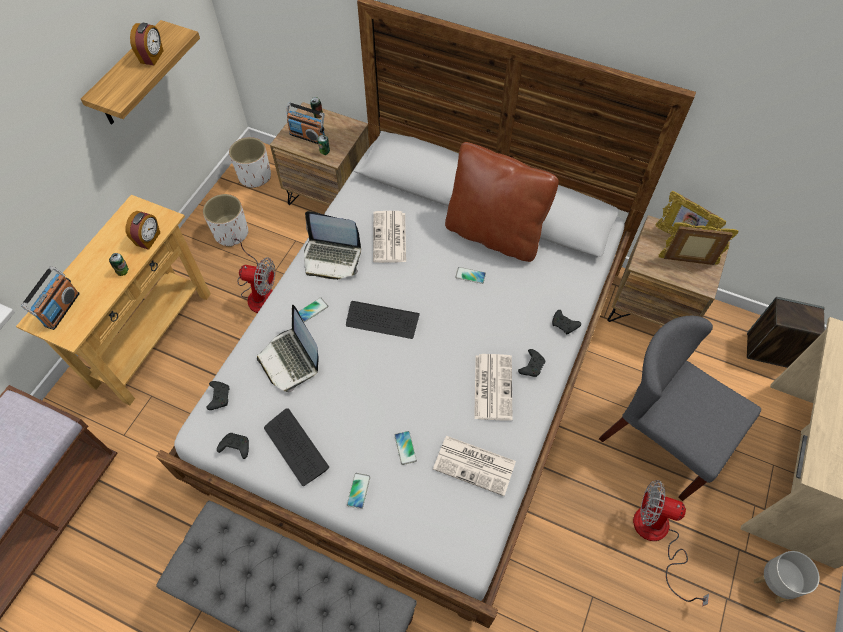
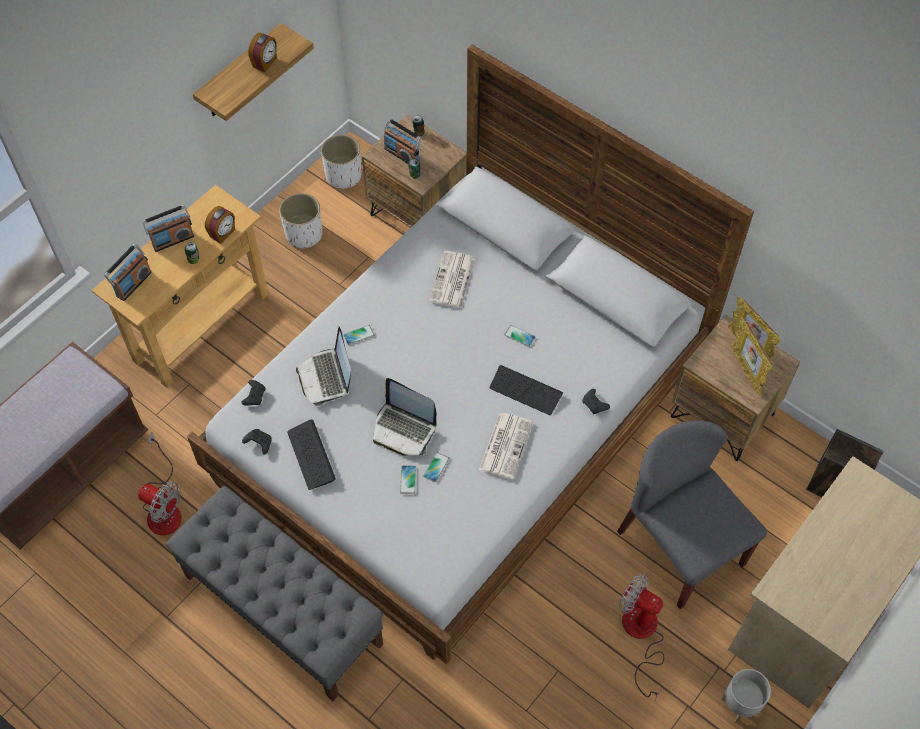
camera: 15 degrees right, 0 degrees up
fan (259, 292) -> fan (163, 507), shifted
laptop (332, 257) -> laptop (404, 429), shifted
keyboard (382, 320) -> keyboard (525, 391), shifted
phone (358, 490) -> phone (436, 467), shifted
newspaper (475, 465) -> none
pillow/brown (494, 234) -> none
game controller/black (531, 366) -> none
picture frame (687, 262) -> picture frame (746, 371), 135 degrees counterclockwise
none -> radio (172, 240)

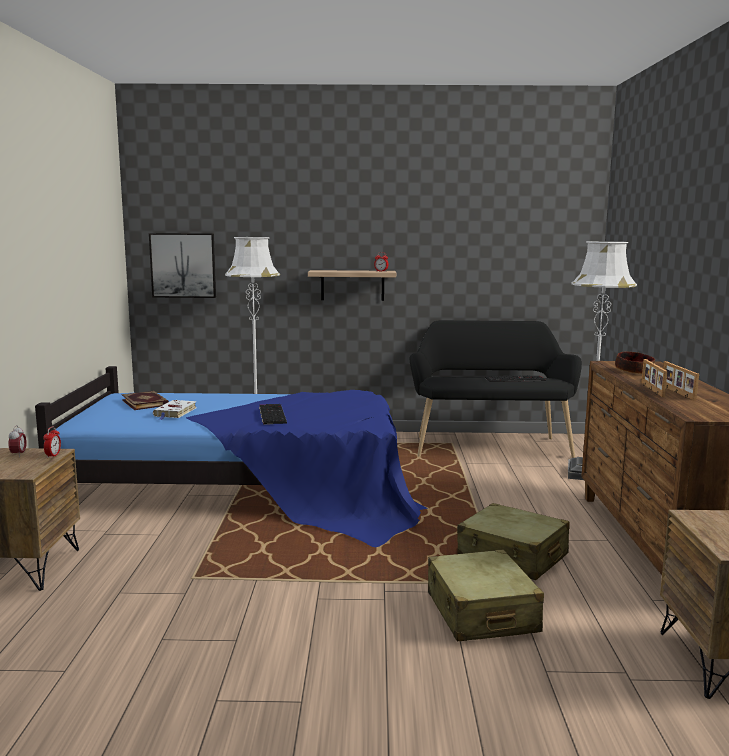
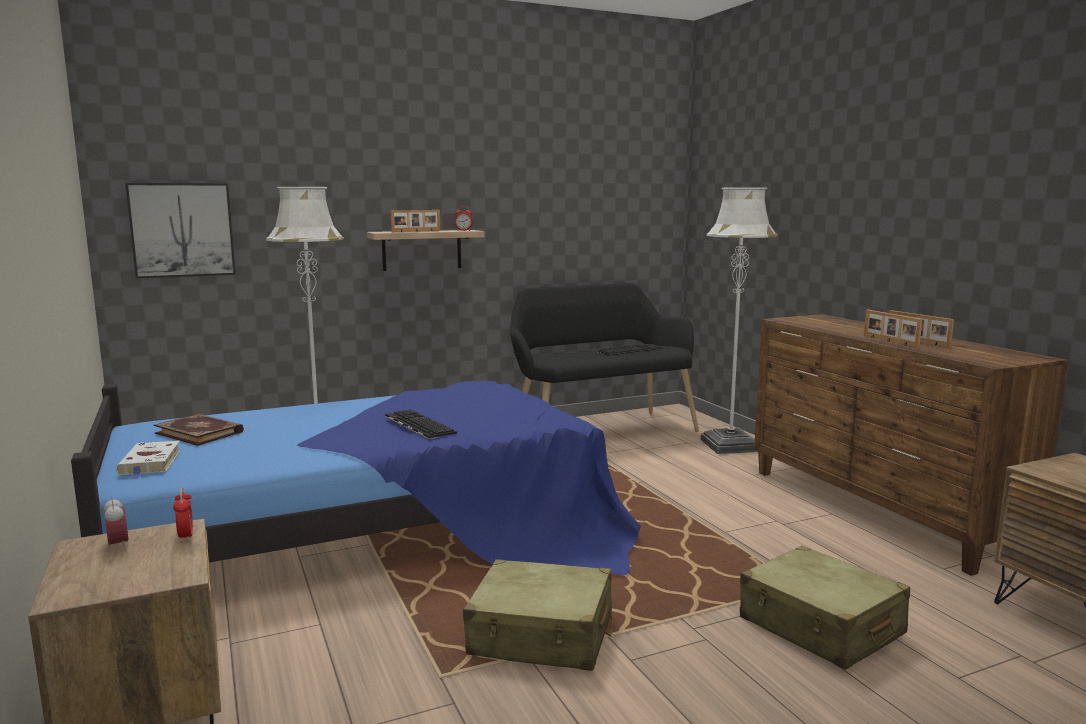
camera: 25 degrees left, 0 degrees up
book/white (175, 412) -> book/white (150, 463), shifted
suitcase/beige (512, 556) -> suitcase/beige (541, 636), shifted
bowl (633, 371) -> none
none -> picture frame (416, 231)

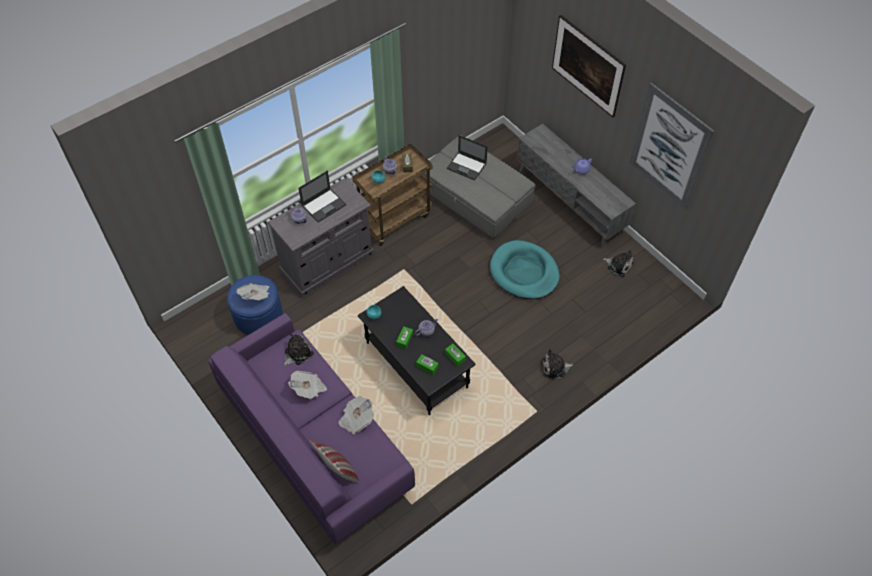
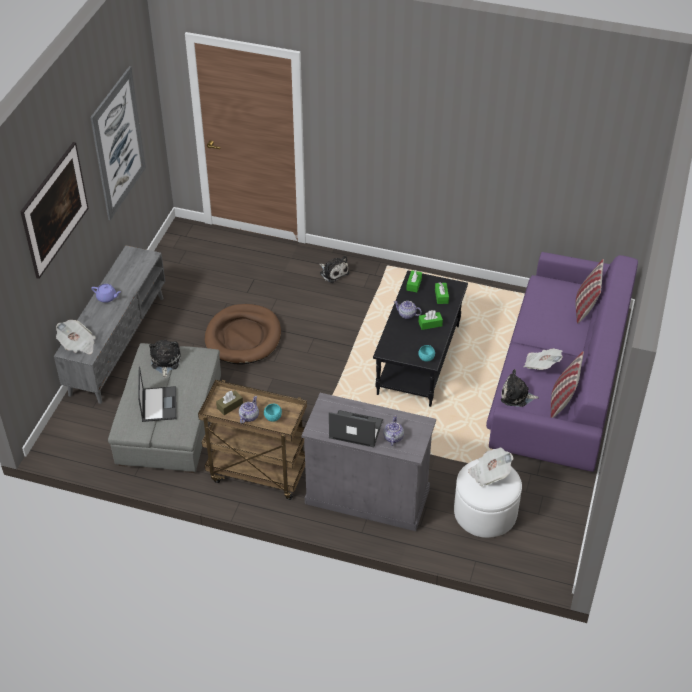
camera: 125 degrees left, 10 degrees down
ottoman/blue (258, 315) -> ottoman/white (485, 512)
newspaper (356, 419) -> newspaper (77, 345), shifted
dog bed/turquoise (524, 272) -> dog bed/brown (243, 337)
plush toy (618, 265) -> plush toy (165, 362), shifted
none -> pillow (562, 400)

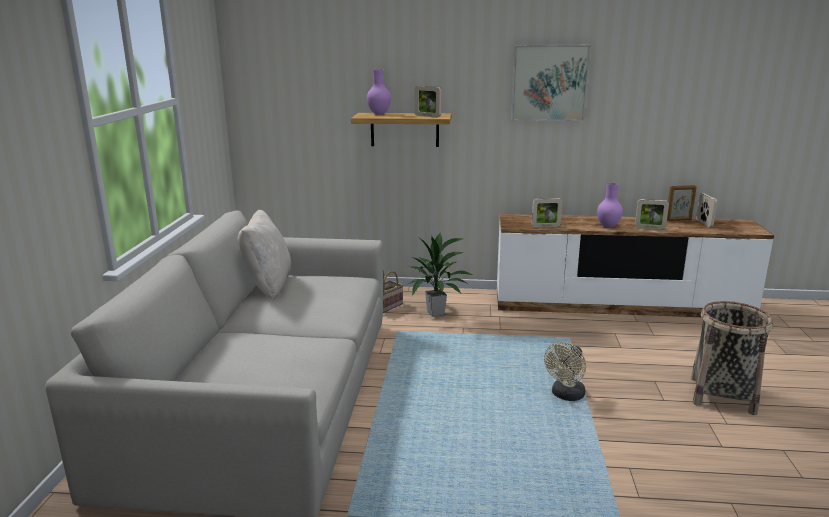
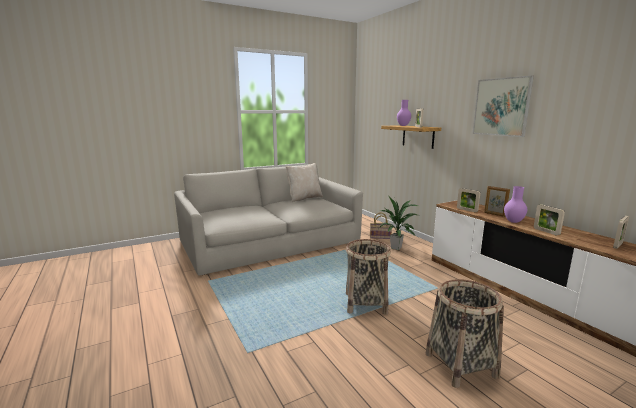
camera: 55 degrees right, 5 degrees down
fan/beige (566, 395) -> basket (365, 303)
picture frame (678, 220) -> picture frame (494, 214), shifted

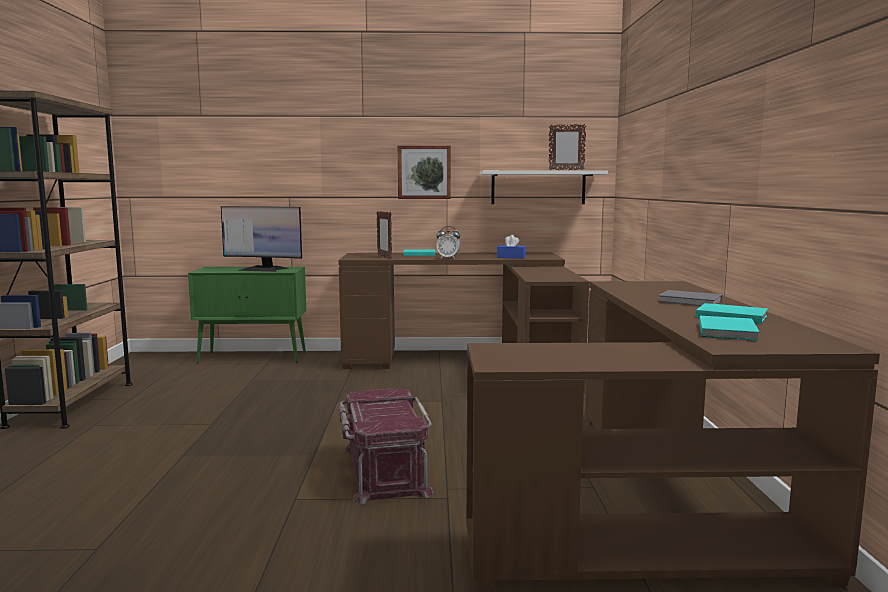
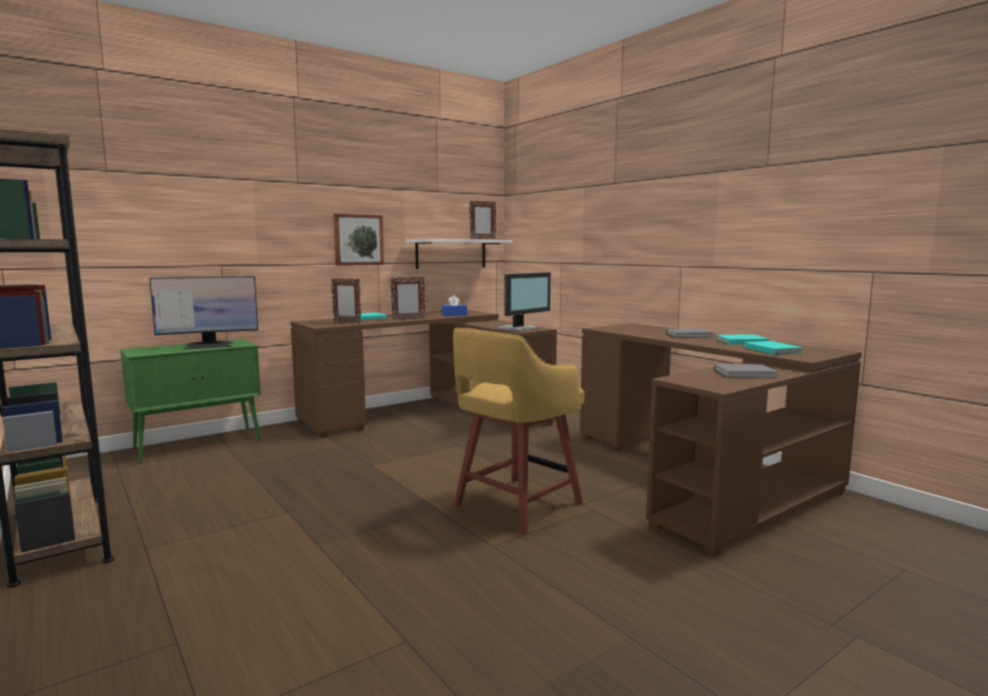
camera: 35 degrees left, 0 degrees up
storage box/red (383, 470) -> stool/yellow (515, 505)
alarm clock (448, 258) -> picture frame (408, 319)
none -> monitor (520, 328)
none -> book/grey (746, 374)

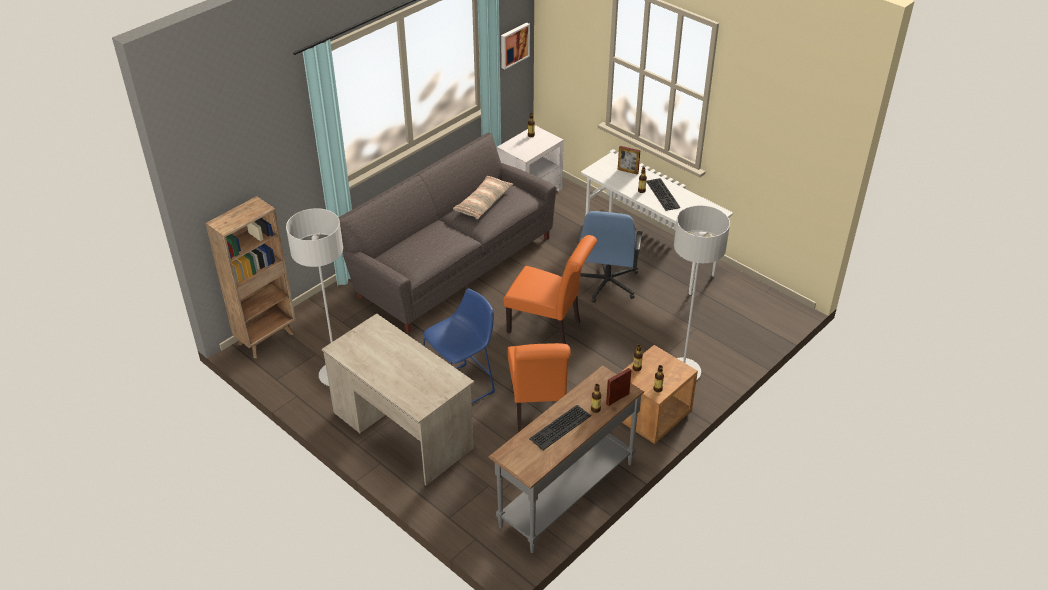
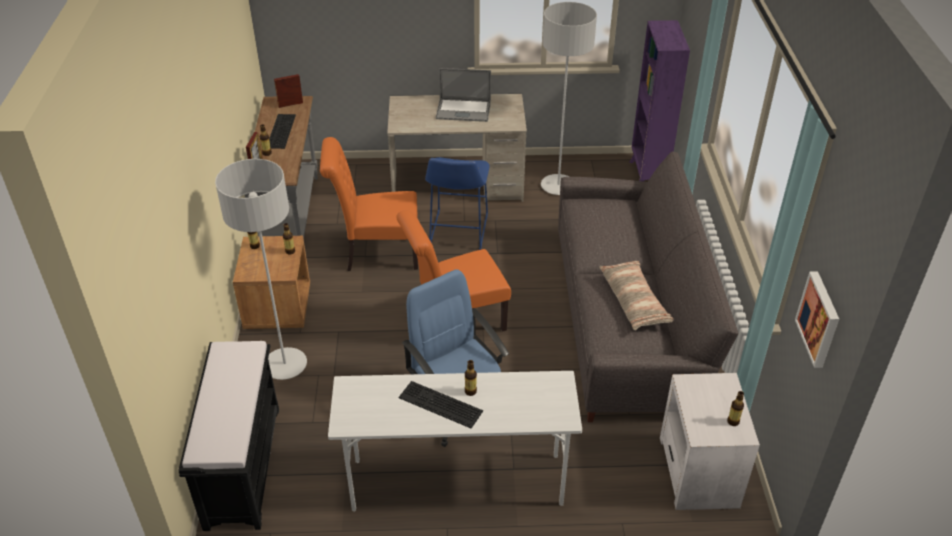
camera: 135 degrees right, 0 degrees up
bookcase/brown (267, 338) -> bookcase/purple (647, 175)
chair/orange (538, 411) -> chair/orange (377, 254), 45 degrees counterclockwise
picture frame (628, 171) -> picture frame (290, 104), shifted
none -> bench/black (242, 465)
none -> laptop (463, 110)

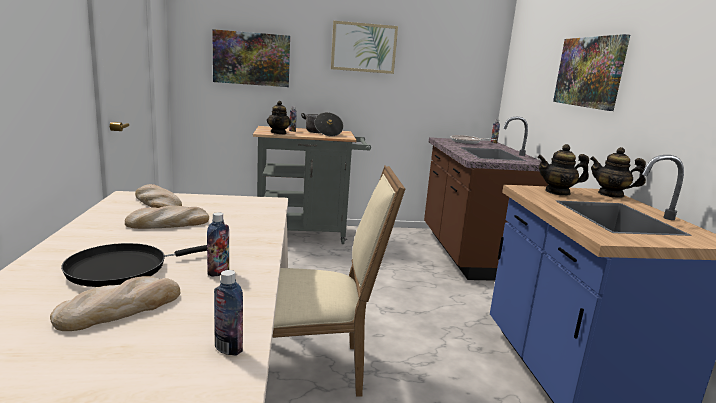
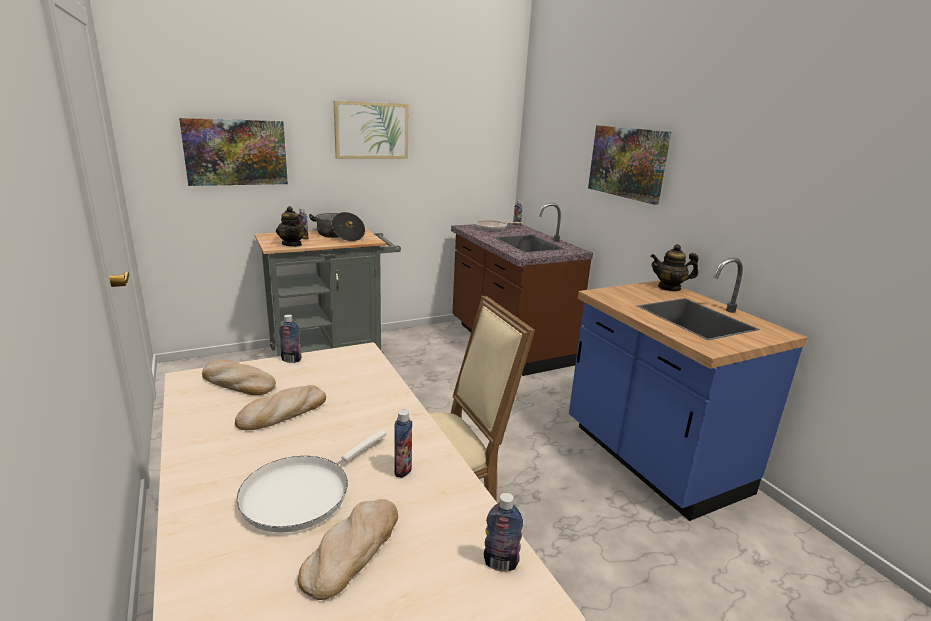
camera: 20 degrees left, 5 degrees up
frying pan/black (125, 269) -> frying pan/white (302, 493)
teapot (558, 192) -> none
none -> bottle (291, 360)

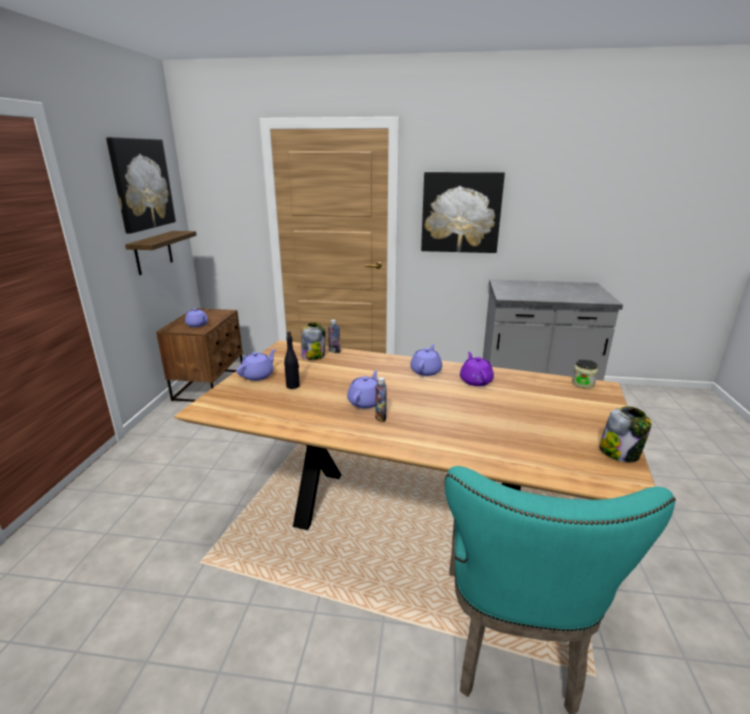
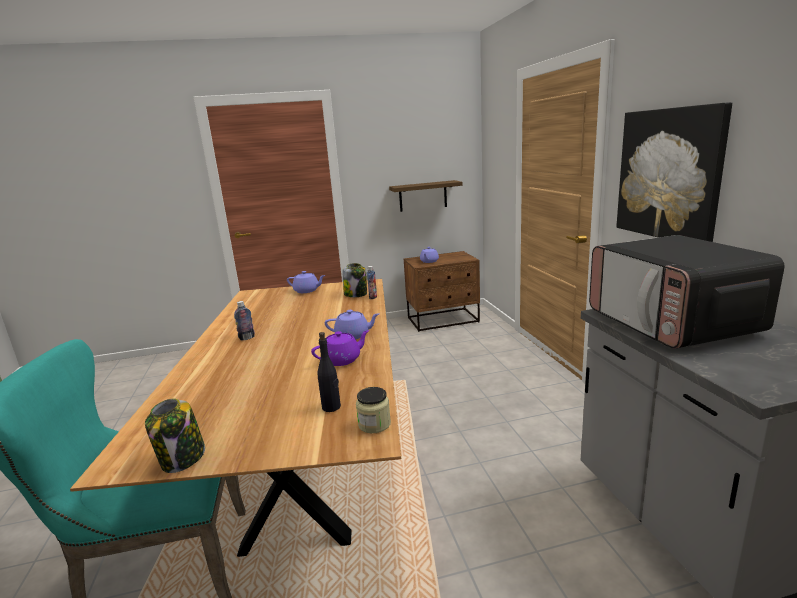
camera: 70 degrees right, 5 degrees down
picture (141, 184) -> none
bottle/black (293, 386) -> bottle/black (331, 407), shifted
teapot/purple (366, 402) -> none
none -> microwave (671, 323)

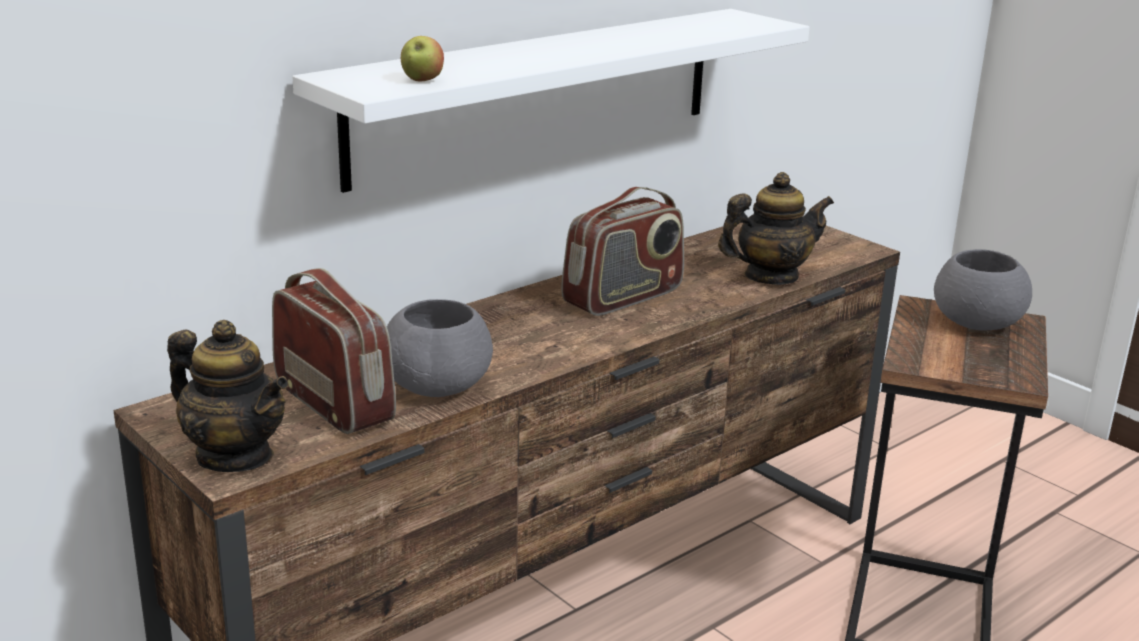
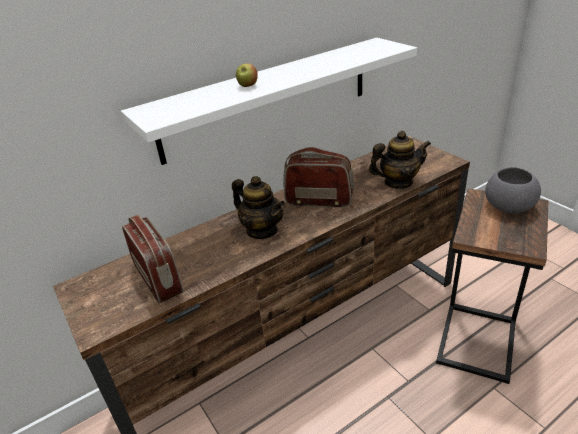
camera: 10 degrees right, 10 degrees up
teapot (235, 456) -> teapot (262, 230), shifted
bowl/grey (439, 386) -> none
apple (422, 80) -> apple (247, 86), shifted
radio (623, 297) -> radio (319, 200), 135 degrees counterclockwise

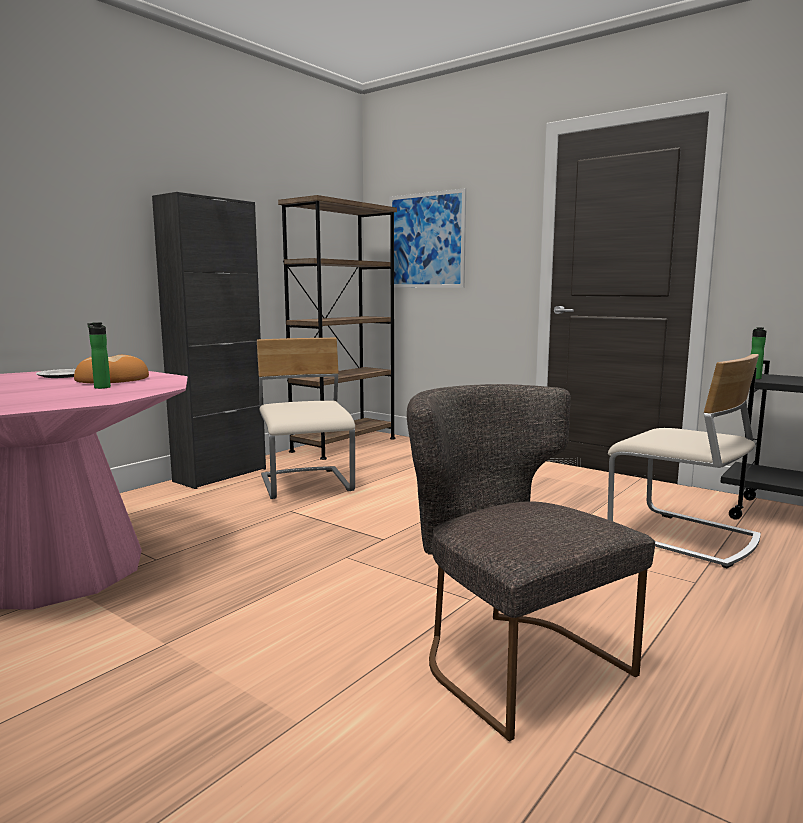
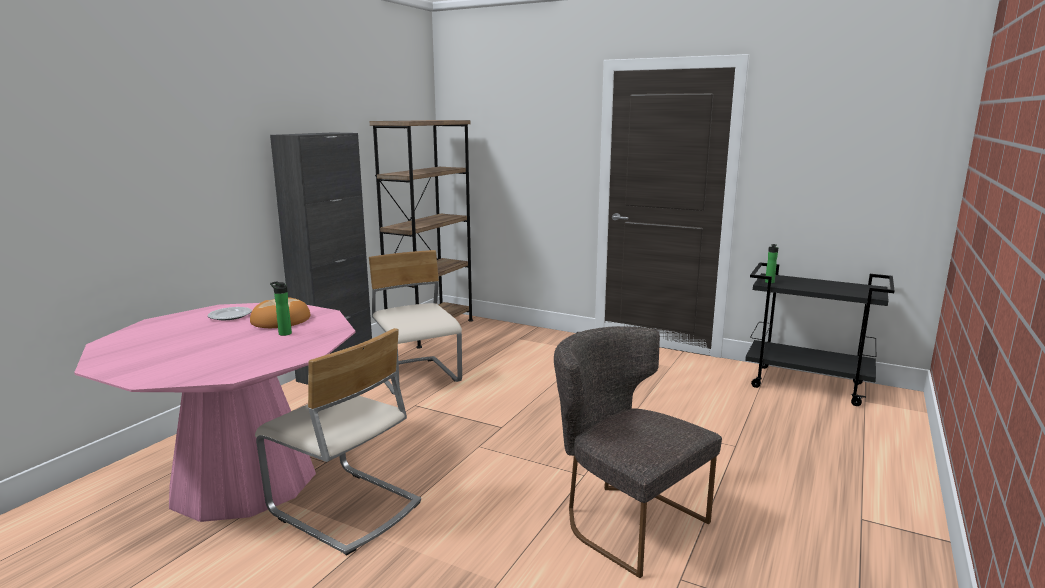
camera: 10 degrees left, 5 degrees up
picture (426, 241) -> none
chair/beige (682, 537) -> chair/beige (344, 508), shifted

